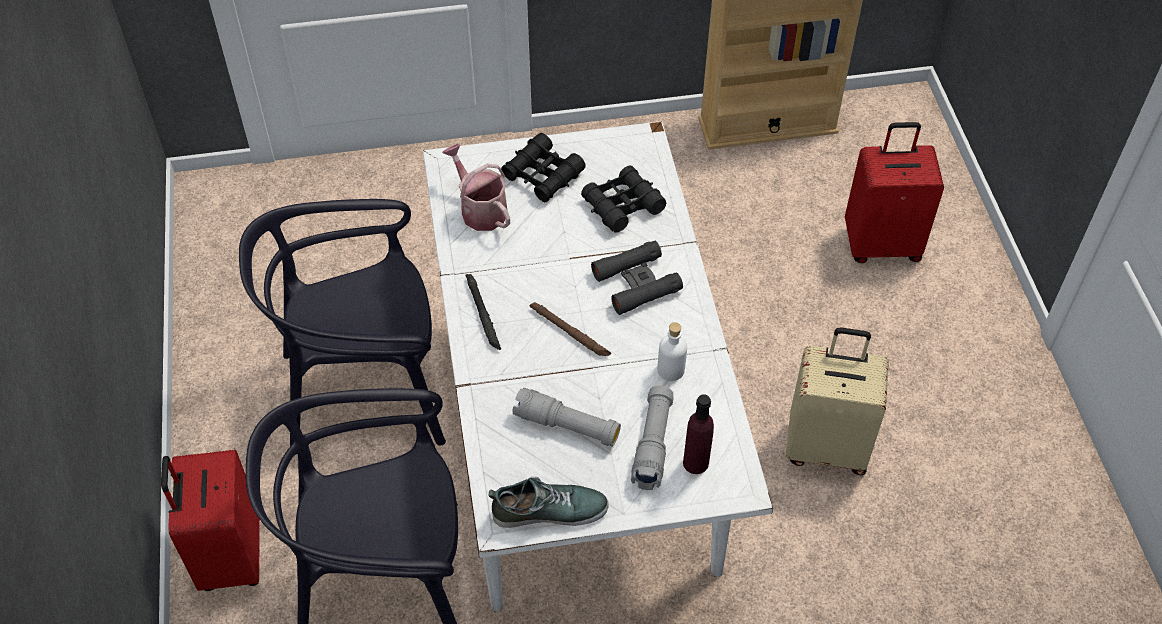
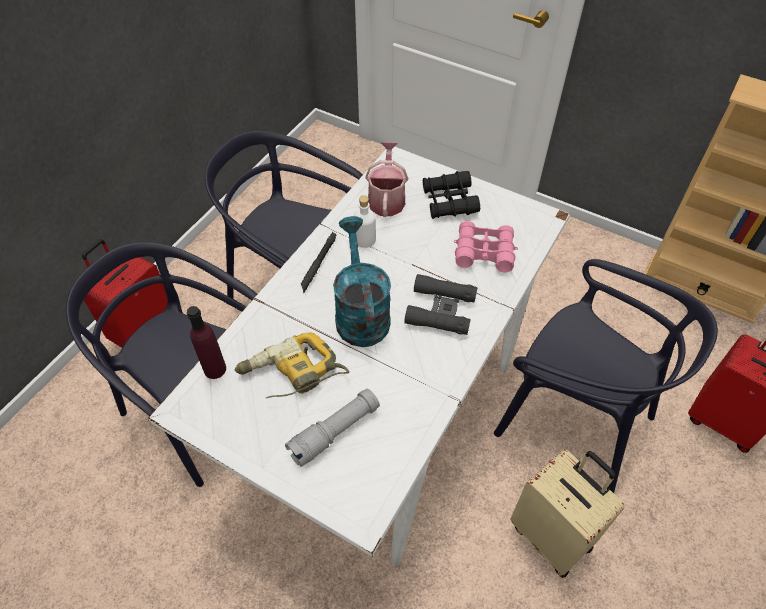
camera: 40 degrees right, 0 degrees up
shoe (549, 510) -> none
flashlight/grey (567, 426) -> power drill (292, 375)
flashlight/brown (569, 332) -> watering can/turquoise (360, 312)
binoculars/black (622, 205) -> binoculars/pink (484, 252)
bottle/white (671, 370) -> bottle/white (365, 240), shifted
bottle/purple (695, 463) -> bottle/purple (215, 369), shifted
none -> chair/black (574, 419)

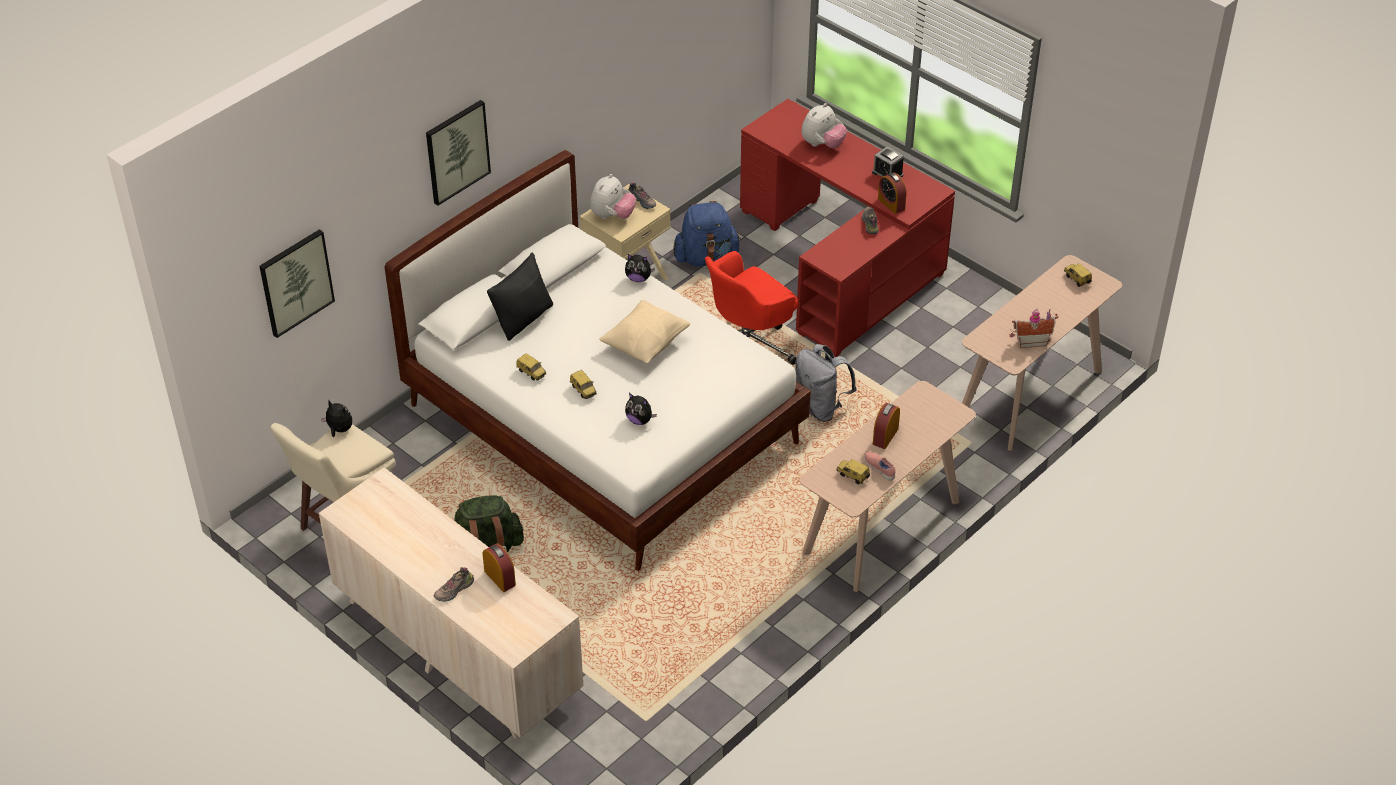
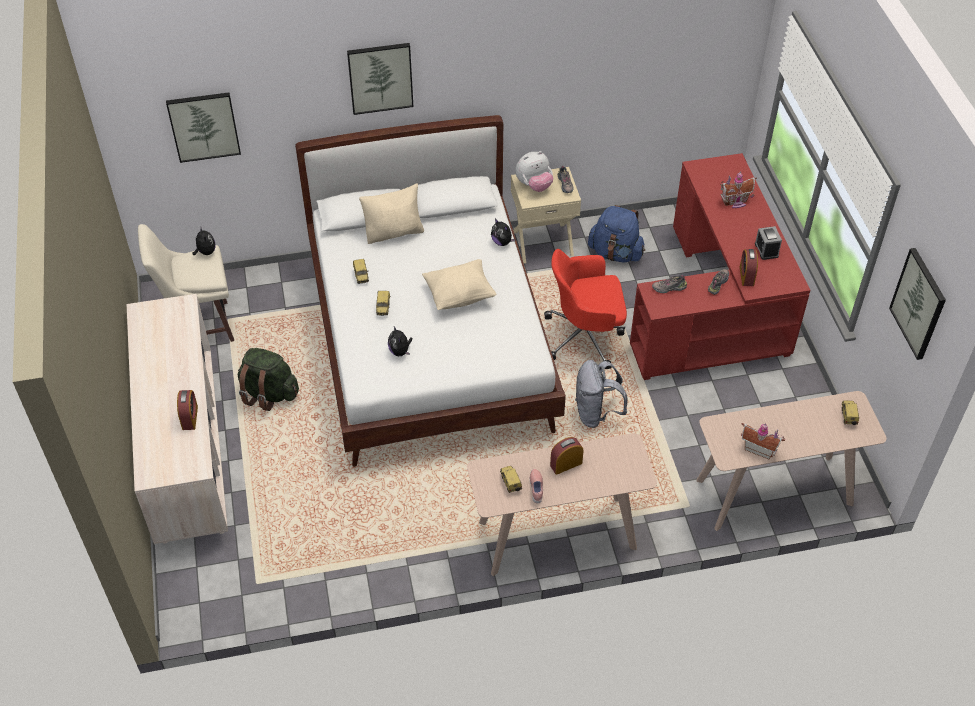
camera: 35 degrees right, 5 degrees up
shoe (454, 590) -> shoe (669, 288), shifted
pillow/black (523, 318) -> pillow/beige (394, 232)
plush toy (822, 144) -> toy house (735, 202)
none -> picture (919, 303)

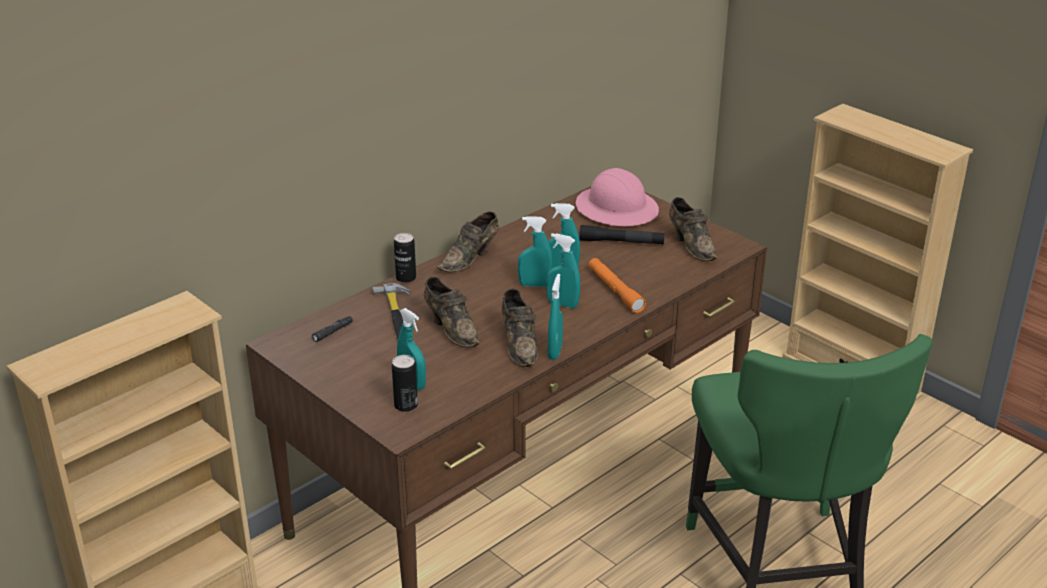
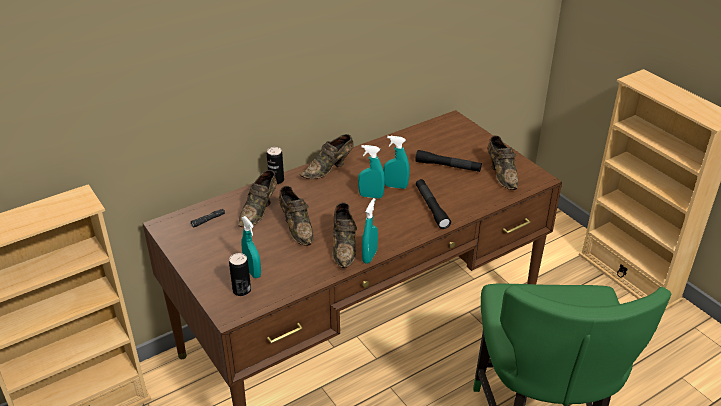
camera: 10 degrees right, 5 degrees up
hammer (396, 315) -> shoe/brown (259, 211)
spray bottle/turquoise (562, 304) -> none
hard hat/pink (617, 209) -> none
flashlight/orange (615, 290) -> flashlight/black (431, 208)

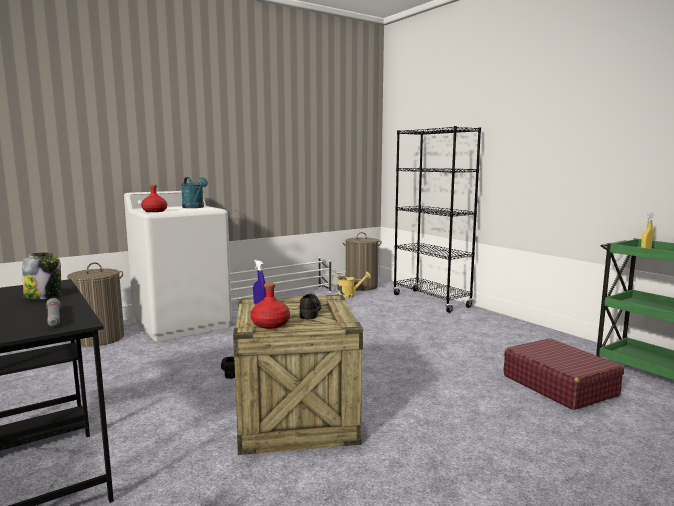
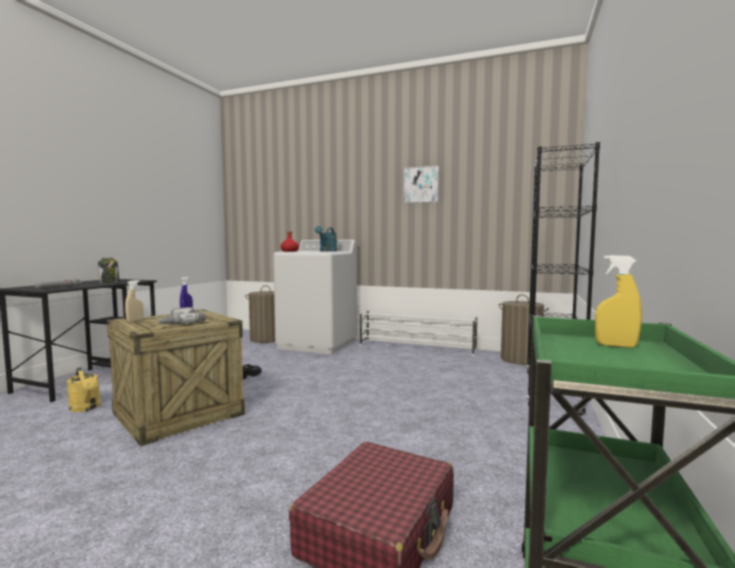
camera: 55 degrees right, 5 degrees down
bottle/red (270, 324) -> spray bottle/beige (135, 320)
shoe/black (310, 311) -> power drill (179, 322)
watering can/yellow (349, 296) -> watering can/yellow (86, 408), shifted
none -> picture (421, 185)

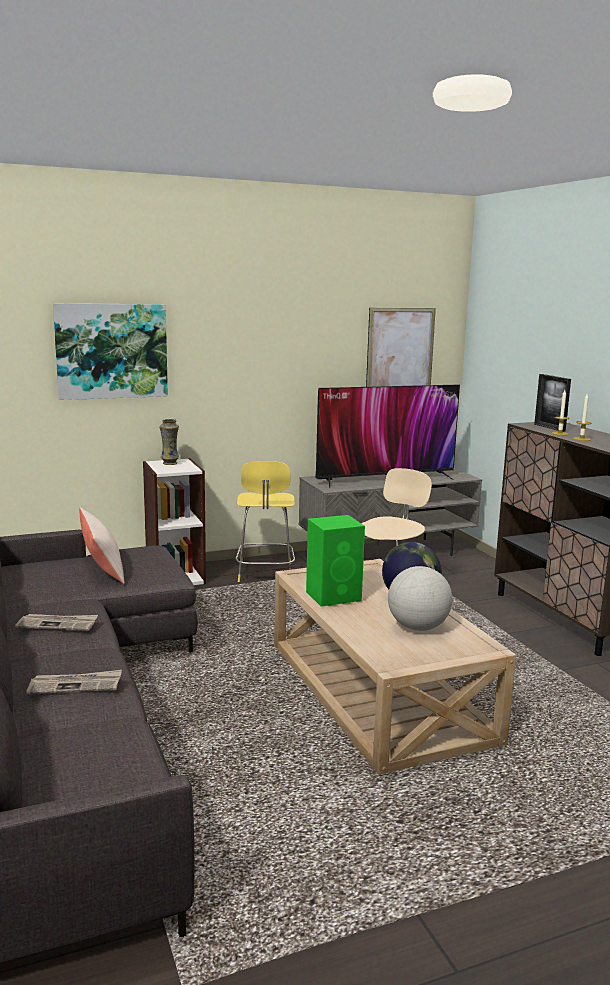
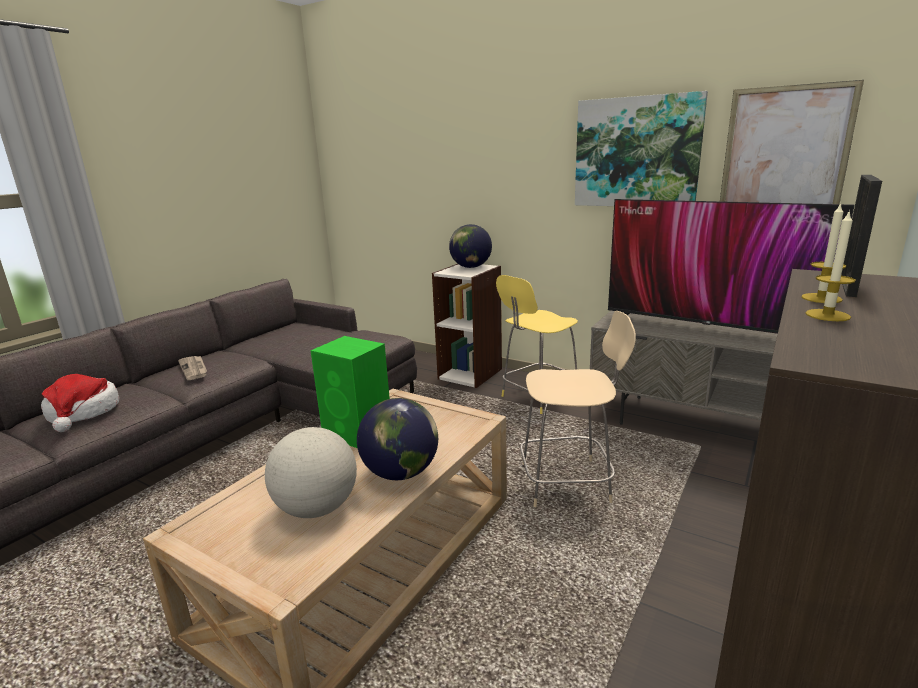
camera: 55 degrees right, 5 degrees up
newspaper (75, 685) -> hat (83, 413)
picture (111, 351) -> picture (636, 152), shifted
pillow/beige (102, 566) -> none
vase (170, 463) -> globe (470, 267)

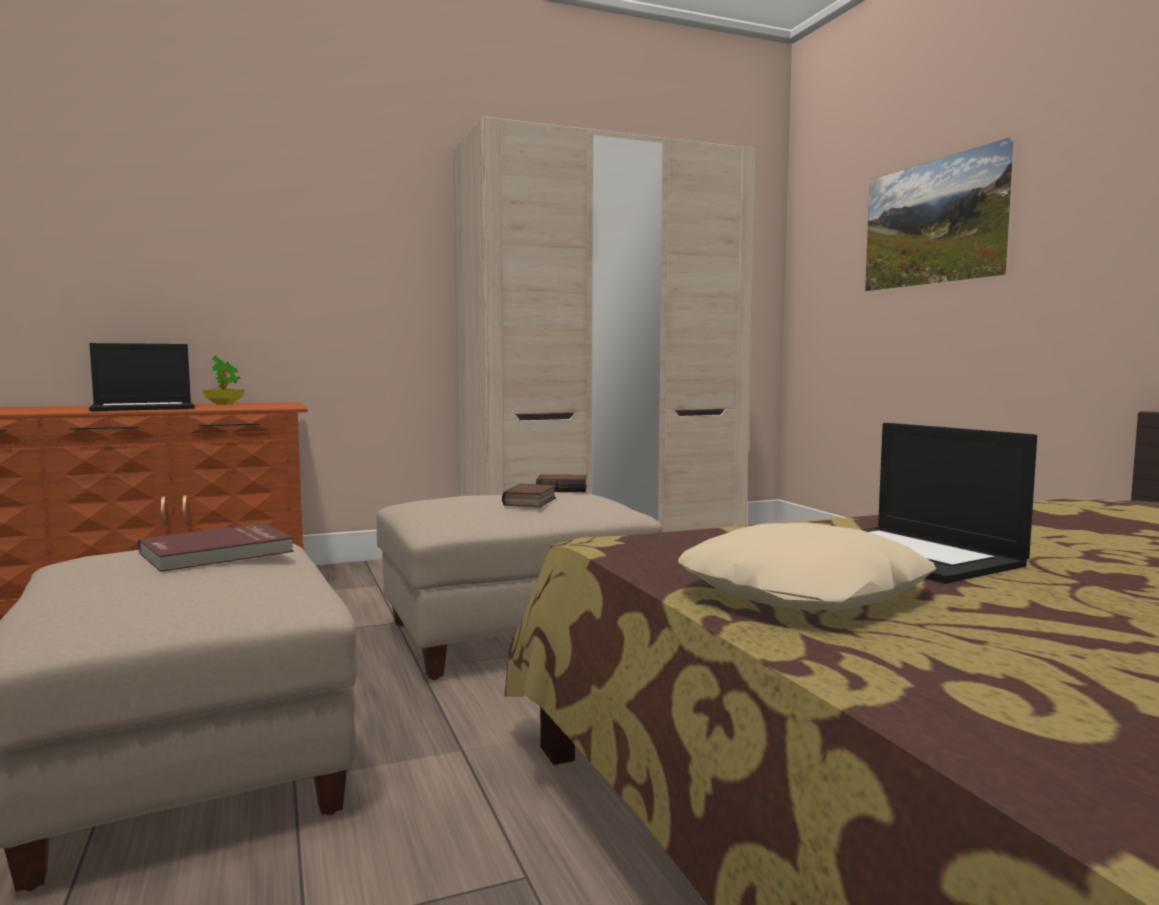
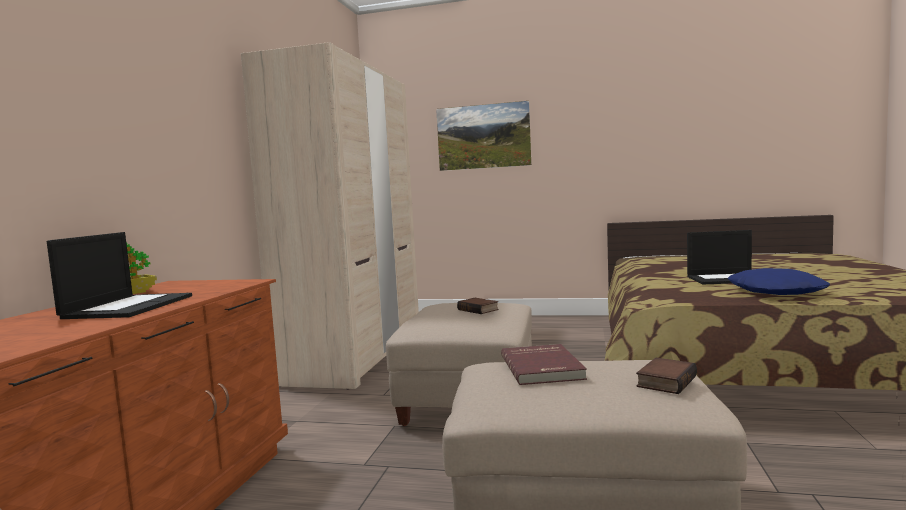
camera: 55 degrees left, 0 degrees up
book (563, 489) -> book (665, 381), shifted
pillow/beige (805, 592) -> pillow/blue (776, 291)

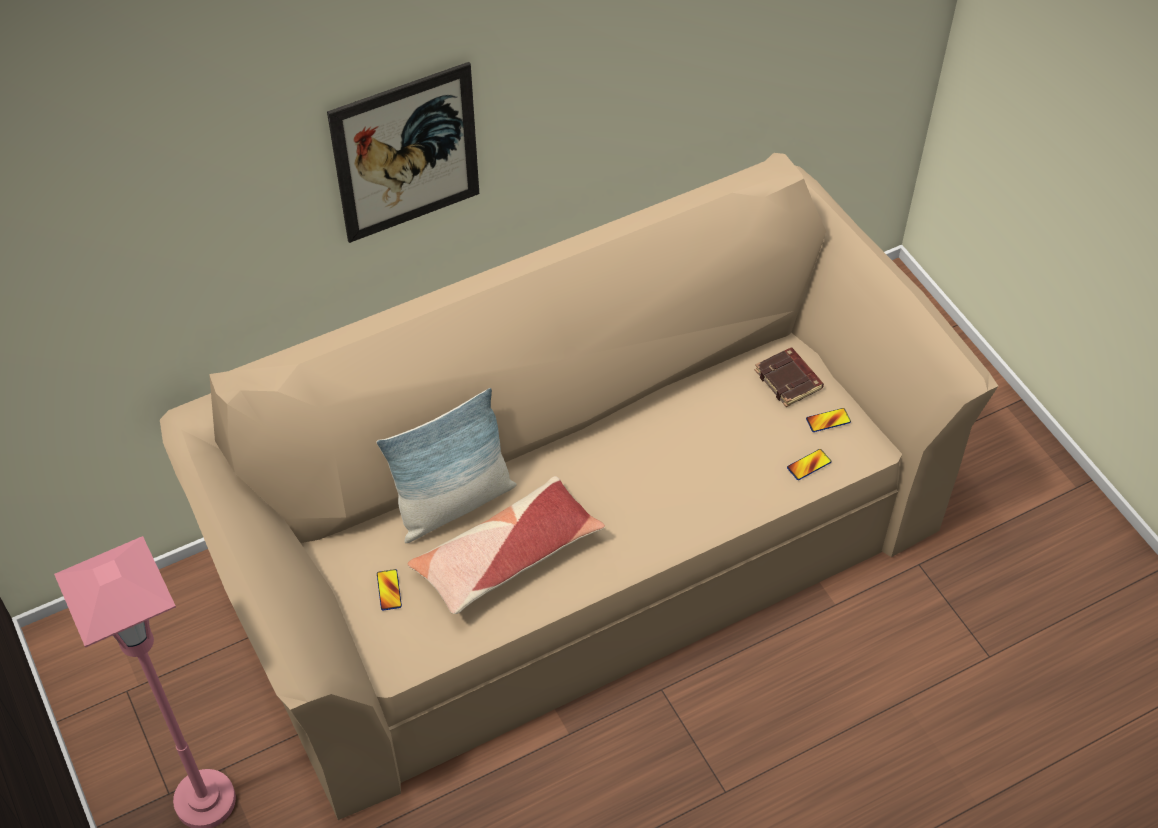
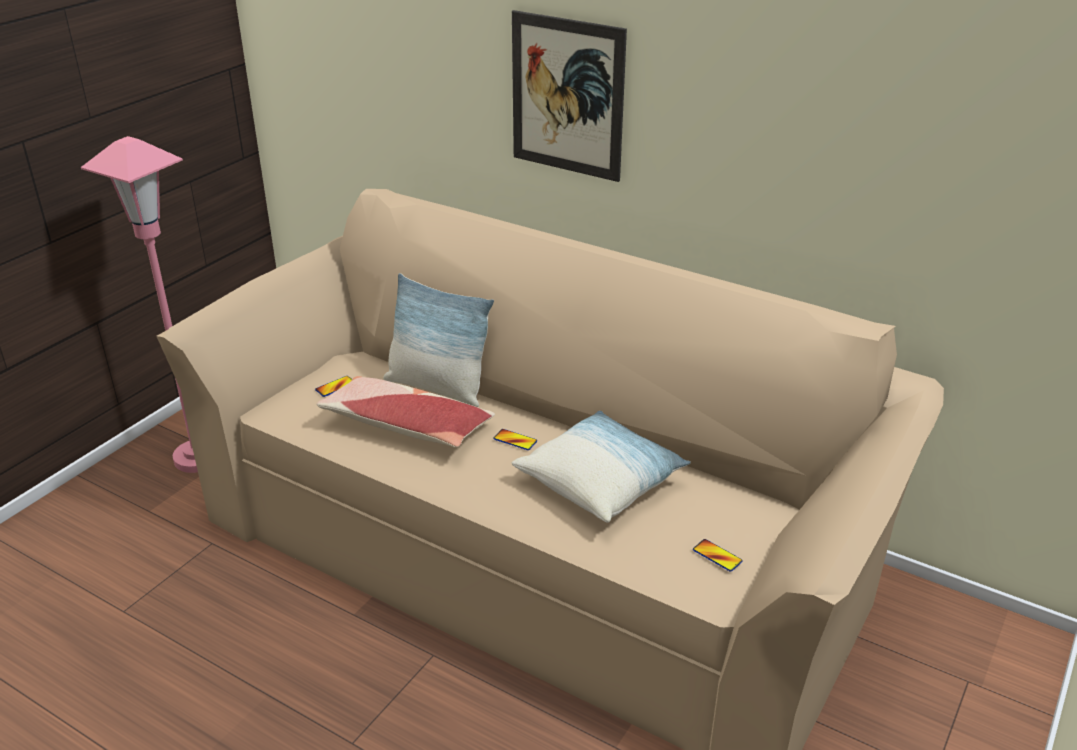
camera: 60 degrees right, 20 degrees down
book/brown (789, 380) -> none
phone (809, 465) -> phone (515, 440), shifted
none -> pillow (600, 482)

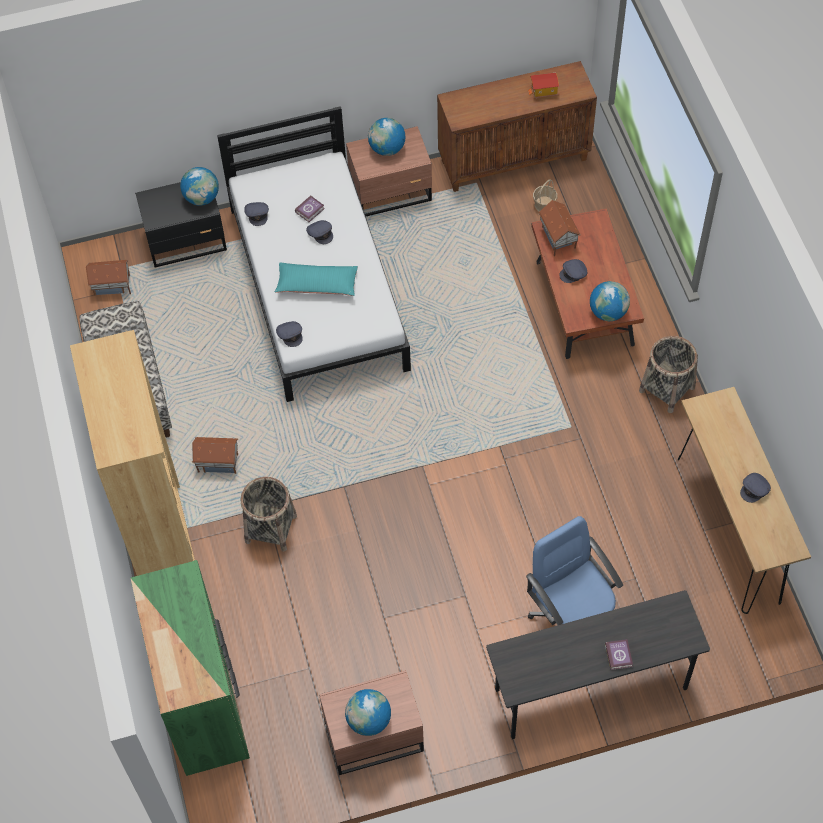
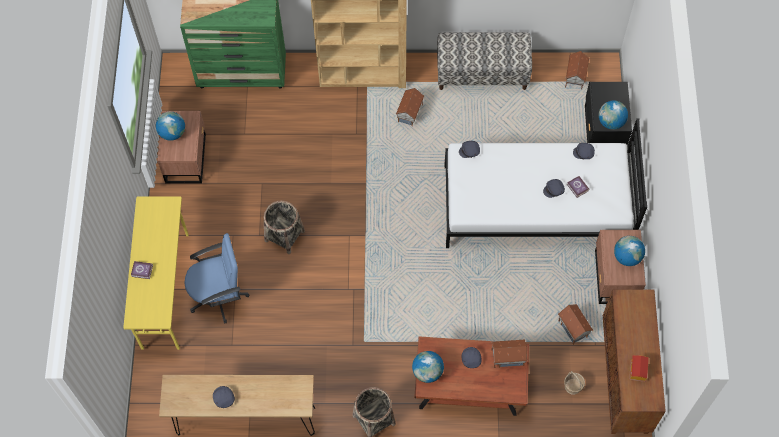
camera: 105 degrees right, 5 degrees up
basket (271, 528) -> basket (284, 236), shifted
pillow/turquoise (317, 284) -> none
desk/grey (590, 690) -> desk/yellow (165, 290)
none -> toy house (573, 328)

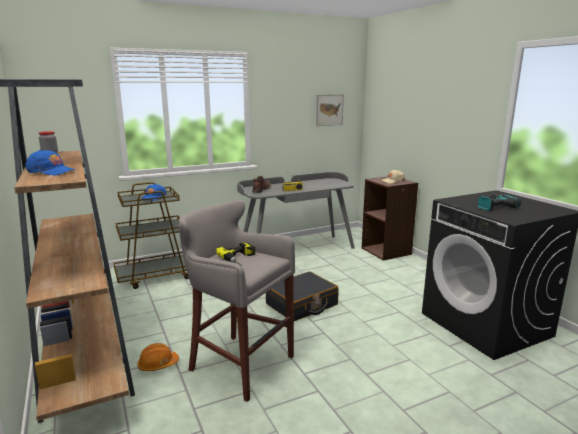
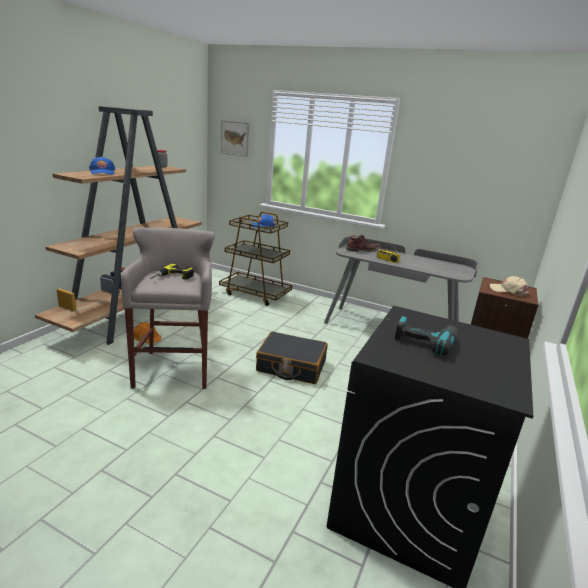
camera: 50 degrees right, 5 degrees up
picture (329, 110) -> picture (235, 138), shifted

